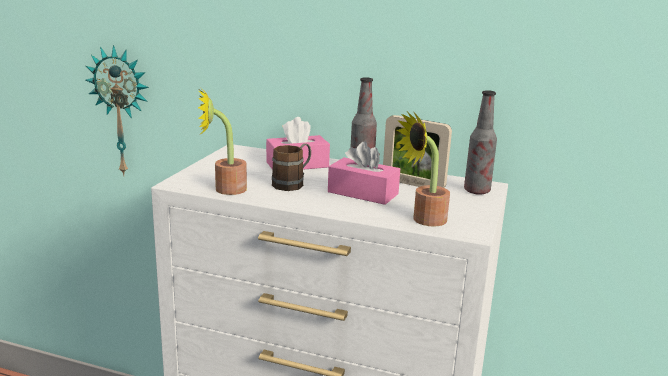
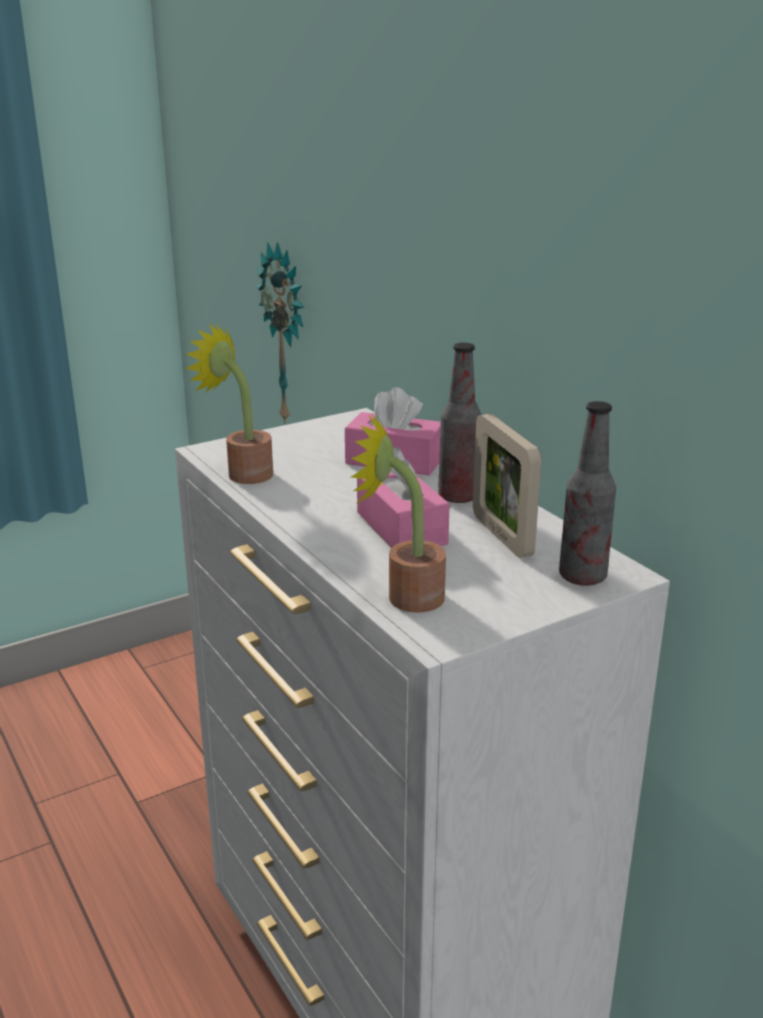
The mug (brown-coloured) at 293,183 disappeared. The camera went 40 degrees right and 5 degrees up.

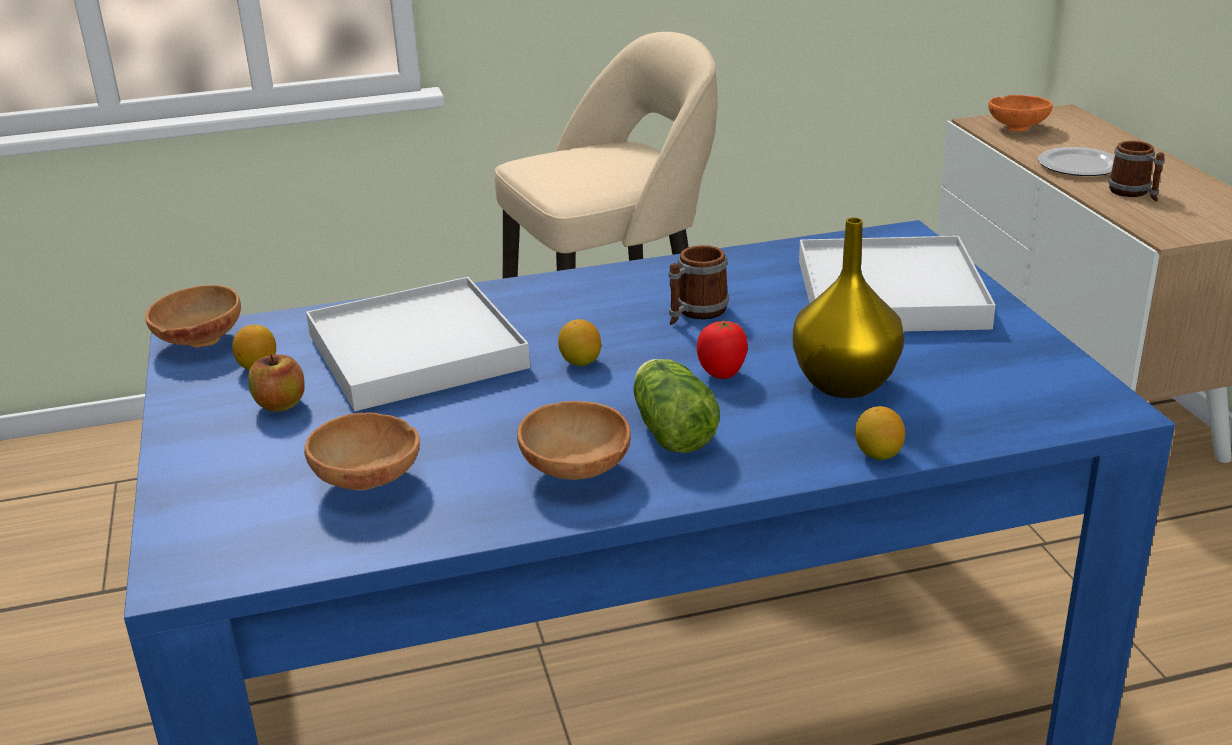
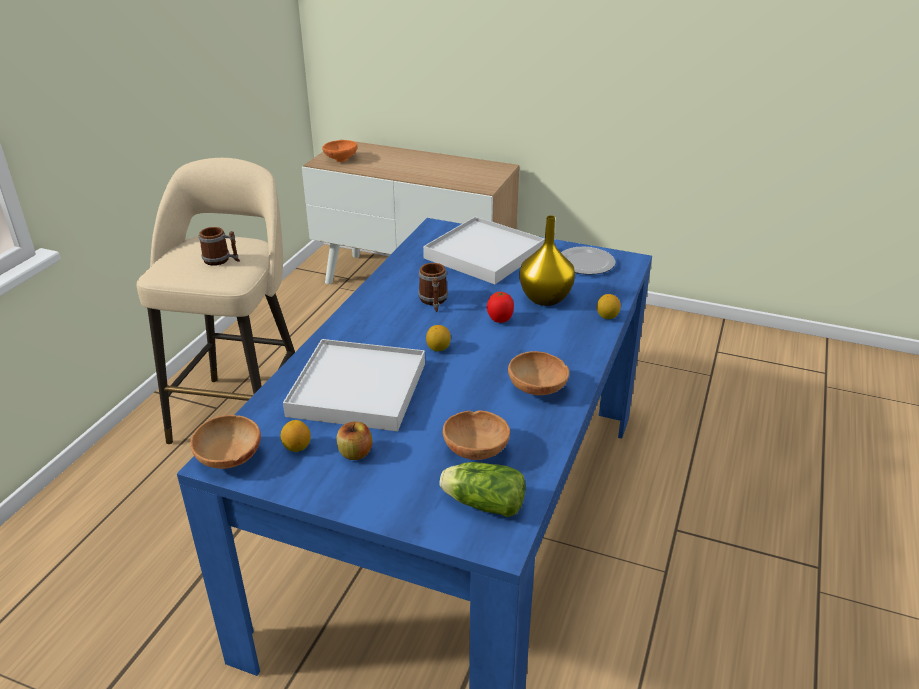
The mug moved from 1134,193 to 221,260. The flat dish moved from 1080,165 to 585,263. The head of lettuce moved from 671,428 to 481,503. The camera went 55 degrees left and 5 degrees up.

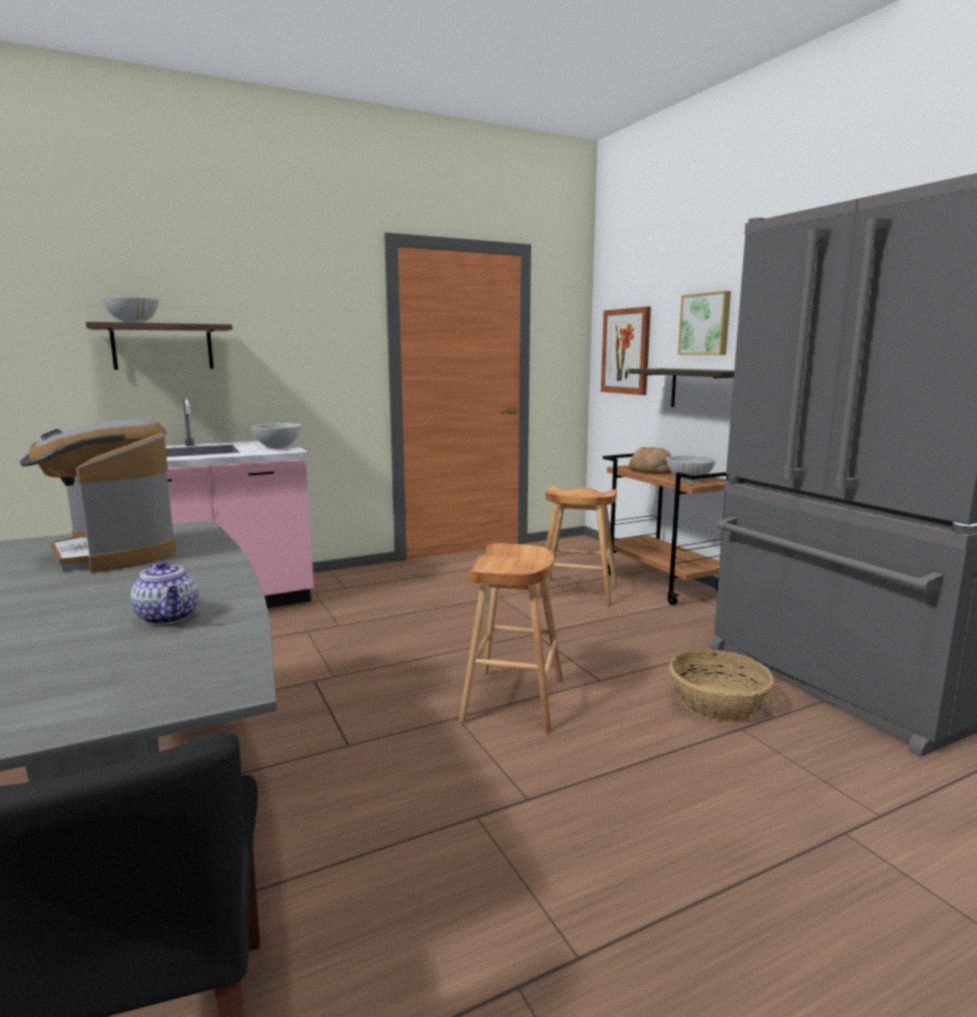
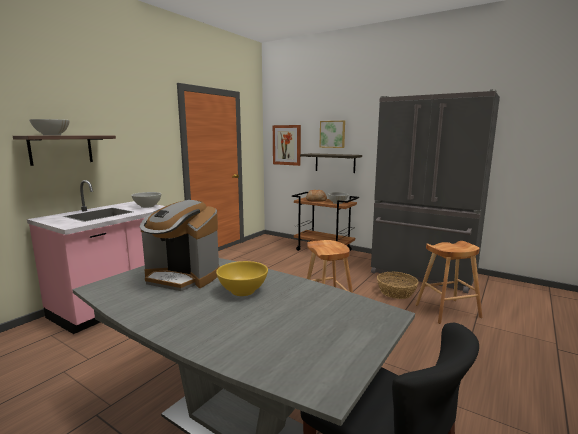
The sitting stool (brown-coloured) moved from 577,591 to 447,311. The teapot at 169,617 disappeared. The bowl (yellow) at 243,291 appeared. The camera went 30 degrees left and 0 degrees up.

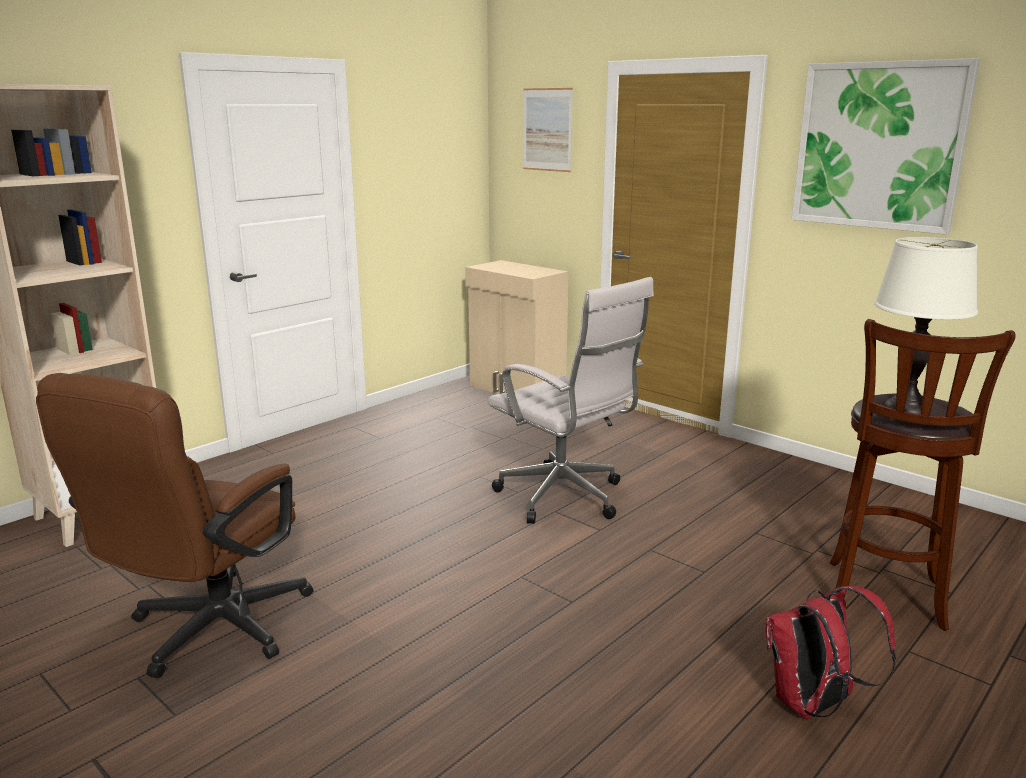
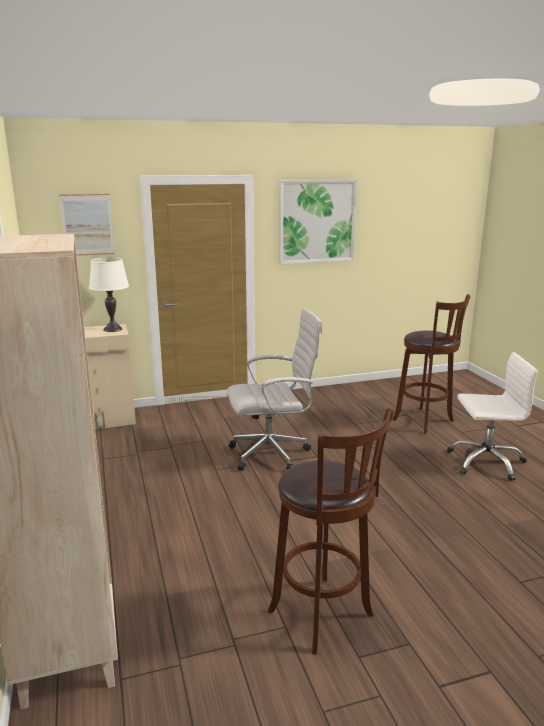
The table lamp (white-coloured) moved from 907,407 to 112,329. The office chair (brown-coloured) at 208,633 was replaced by the sitting stool (brown-coloured) at 324,616. The backpack (red-coloured) at 813,706 was replaced by the office chair (white-coloured) at 486,461. The camera went 60 degrees left and 0 degrees up.

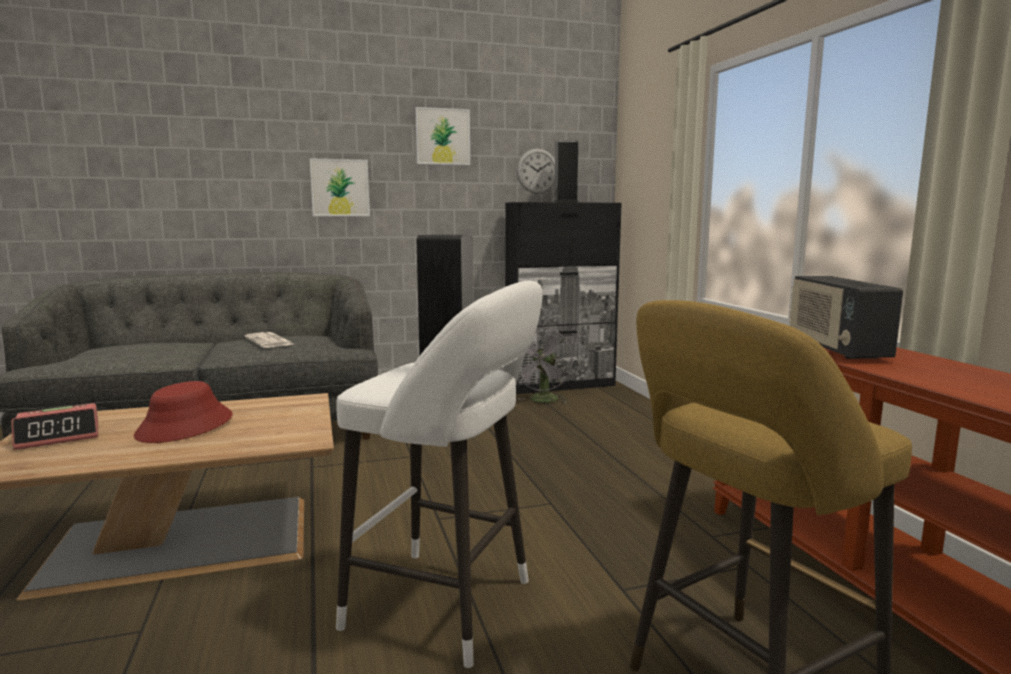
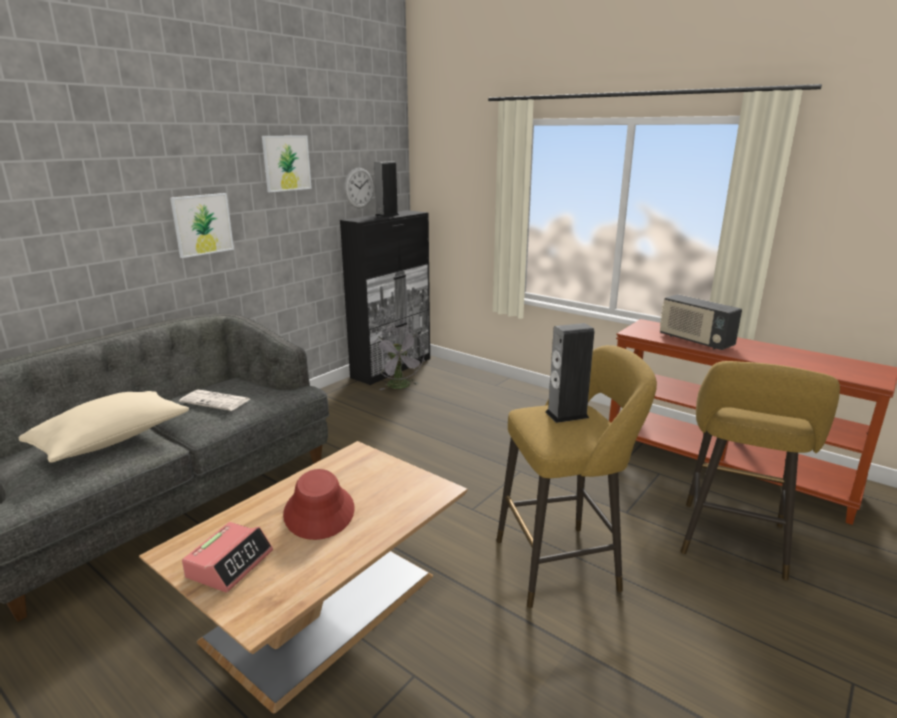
The sitting stool (white-coloured) at 448,606 became the sitting stool (yellow) at 563,563. The throw pillow (beige-coloured) at 112,441 appeared. The camera went 35 degrees left and 10 degrees up.

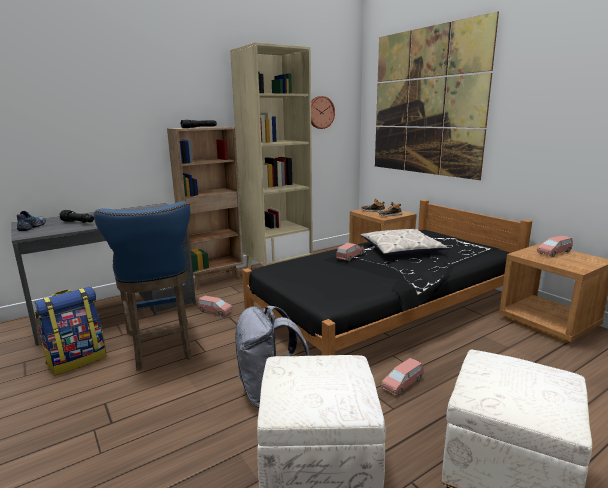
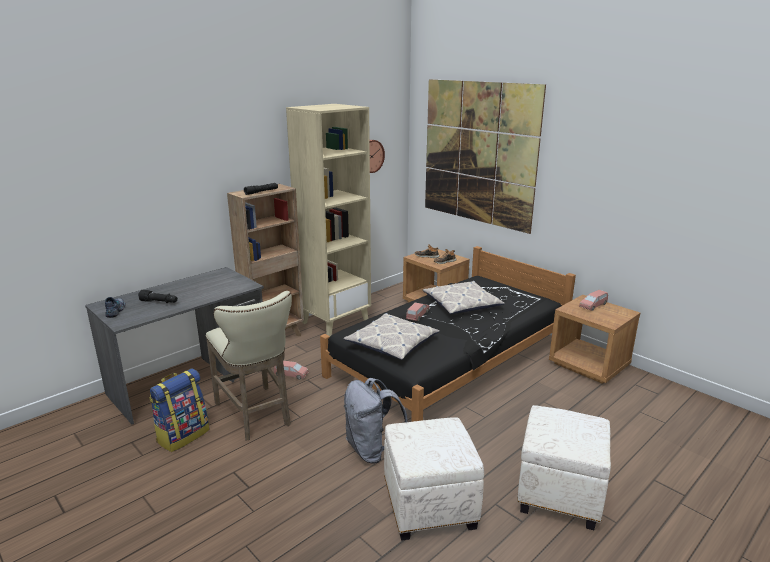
The sitting stool (blue-coloured) at 160,346 became the sitting stool (beige-coloured) at 255,415. The toy car (pink) at 402,384 disappeared. The throw pillow at 392,343 appeared. The camera went 10 degrees left and 5 degrees up.

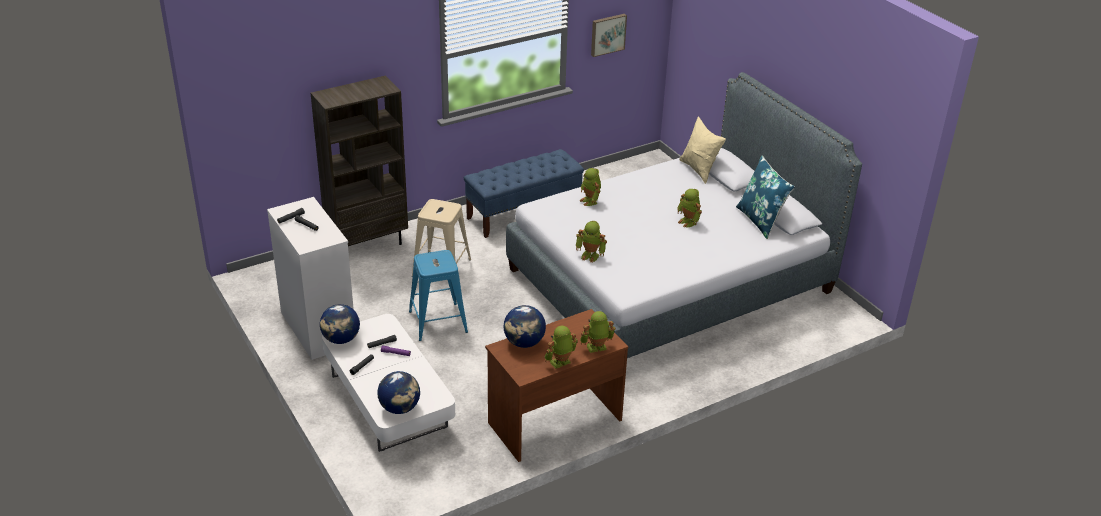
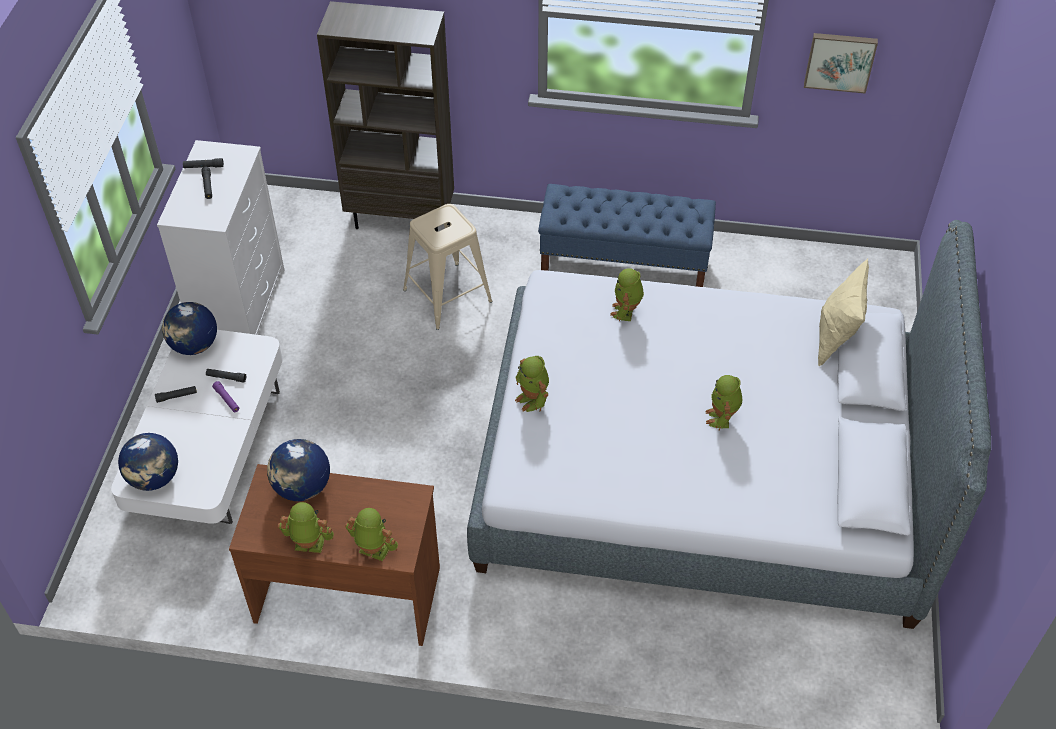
The throw pillow (blue-coloured) at 760,220 disappeared. The sitting stool (blue-coloured) at 438,322 disappeared. The camera went 40 degrees right and 15 degrees up.

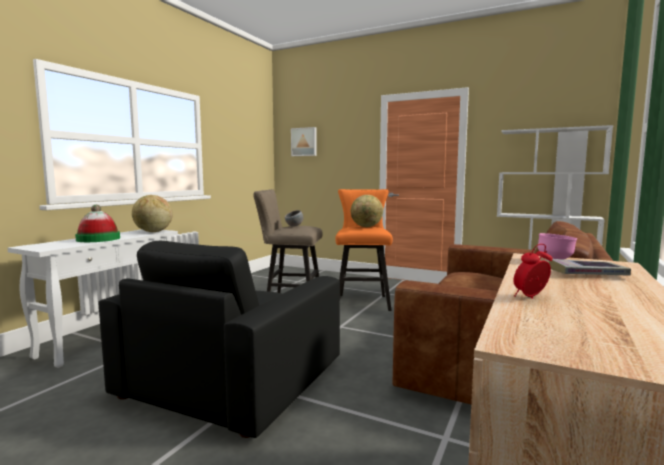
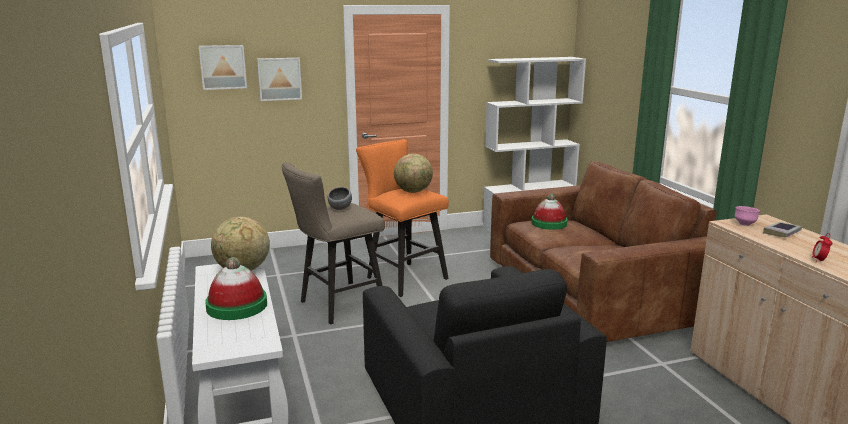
The picture at 279,79 appeared. The wearable hat at 549,223 appeared. The camera went 45 degrees left and 10 degrees up.

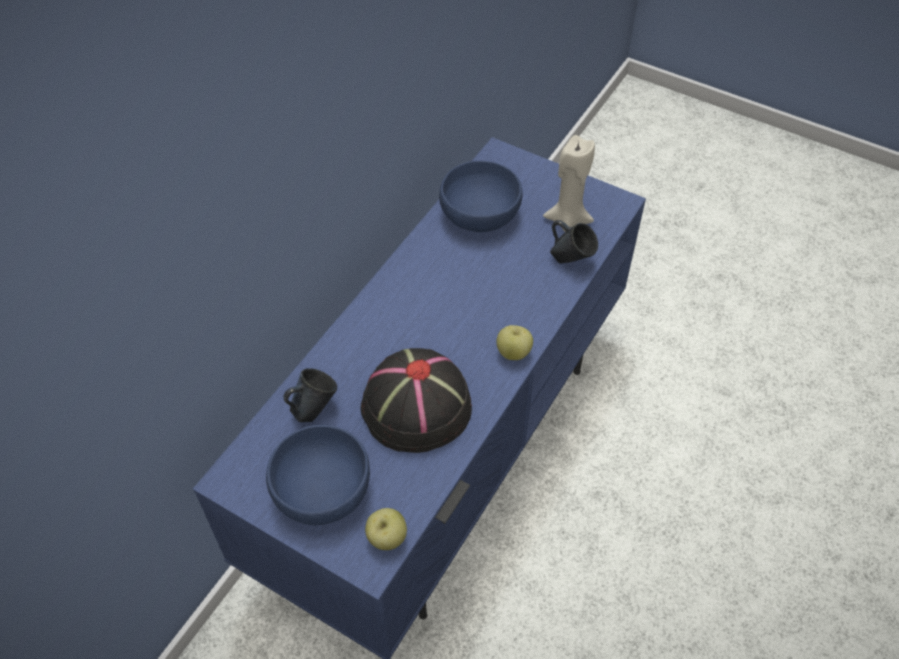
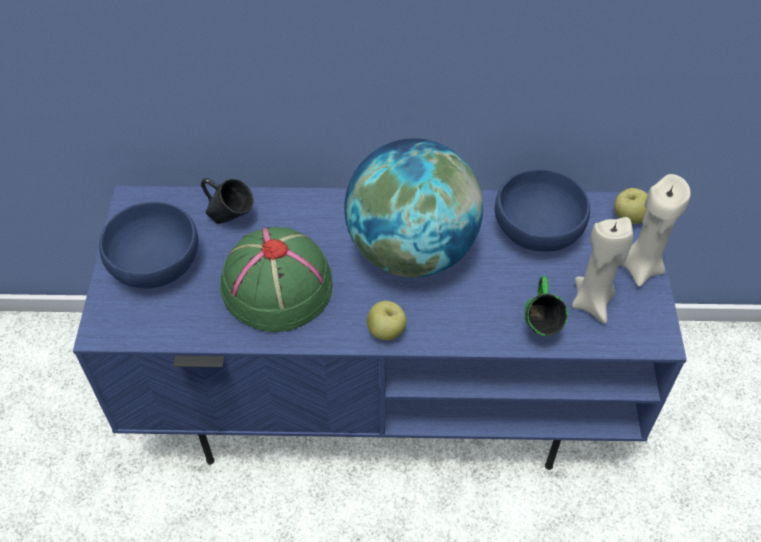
The mug (blue-coloured) at 570,260 became the mug (green-coloured) at 539,328. The wearable hat (black) at 416,407 became the wearable hat (green-coloured) at 276,286. The whole apple moved from 387,538 to 628,217. The world globe at 412,251 appeared. The wax light (beige-coloured) at 640,267 appeared. The camera went 60 degrees right and 0 degrees up.

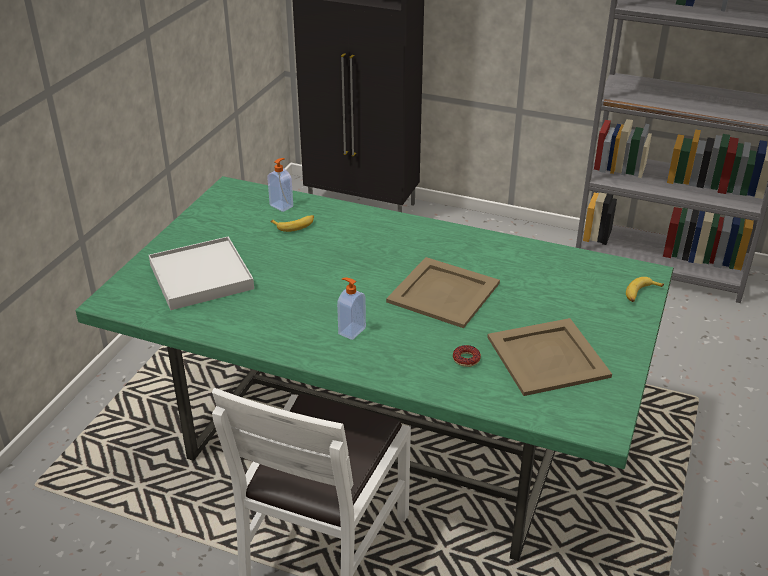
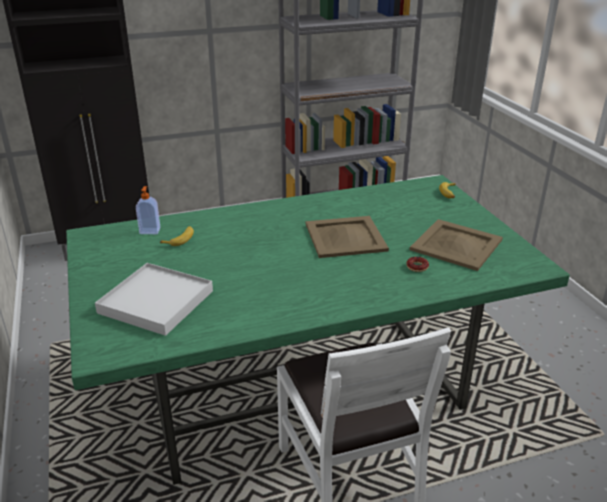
The soap bottle at 351,331 disappeared. The camera went 40 degrees left and 5 degrees down.

